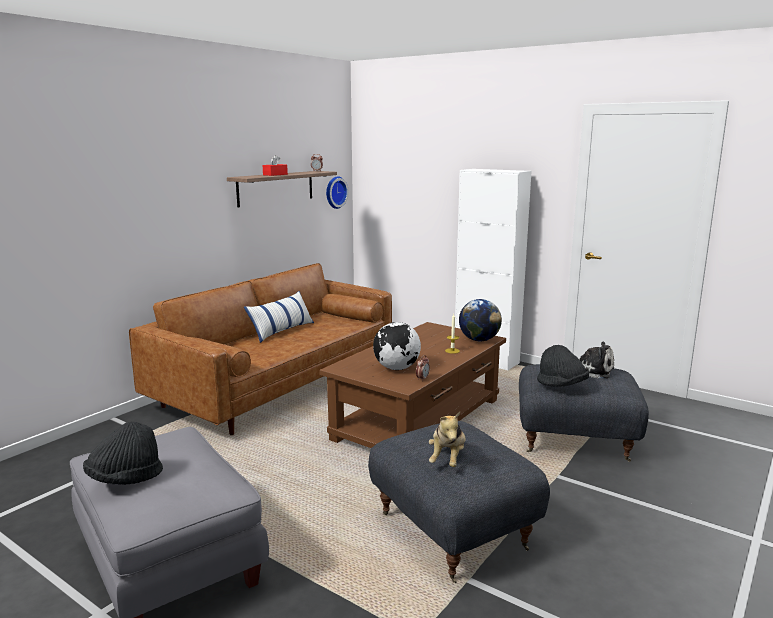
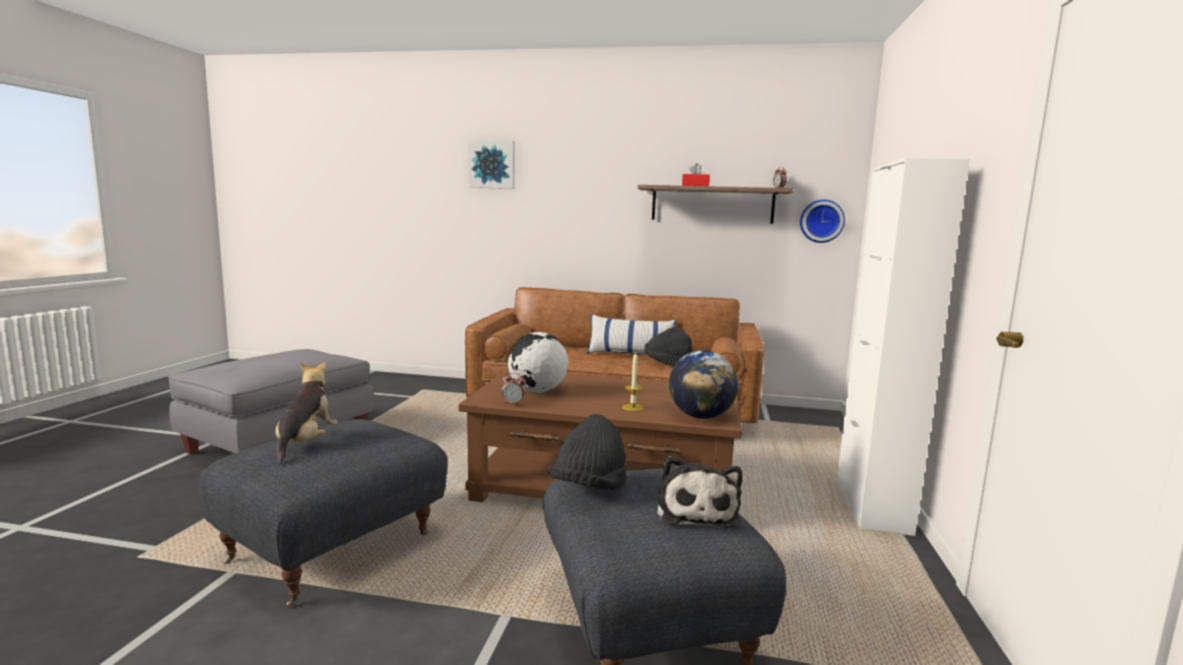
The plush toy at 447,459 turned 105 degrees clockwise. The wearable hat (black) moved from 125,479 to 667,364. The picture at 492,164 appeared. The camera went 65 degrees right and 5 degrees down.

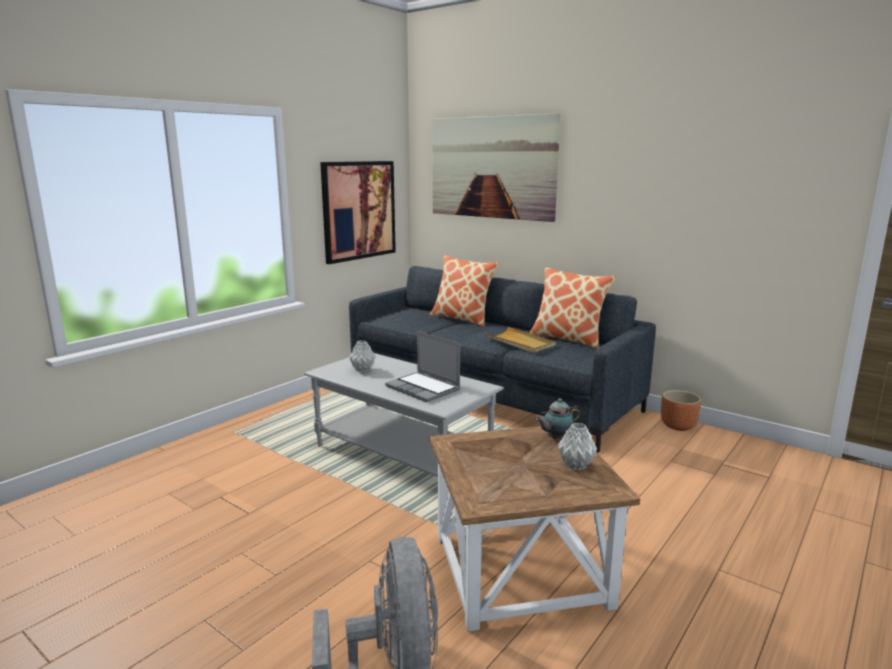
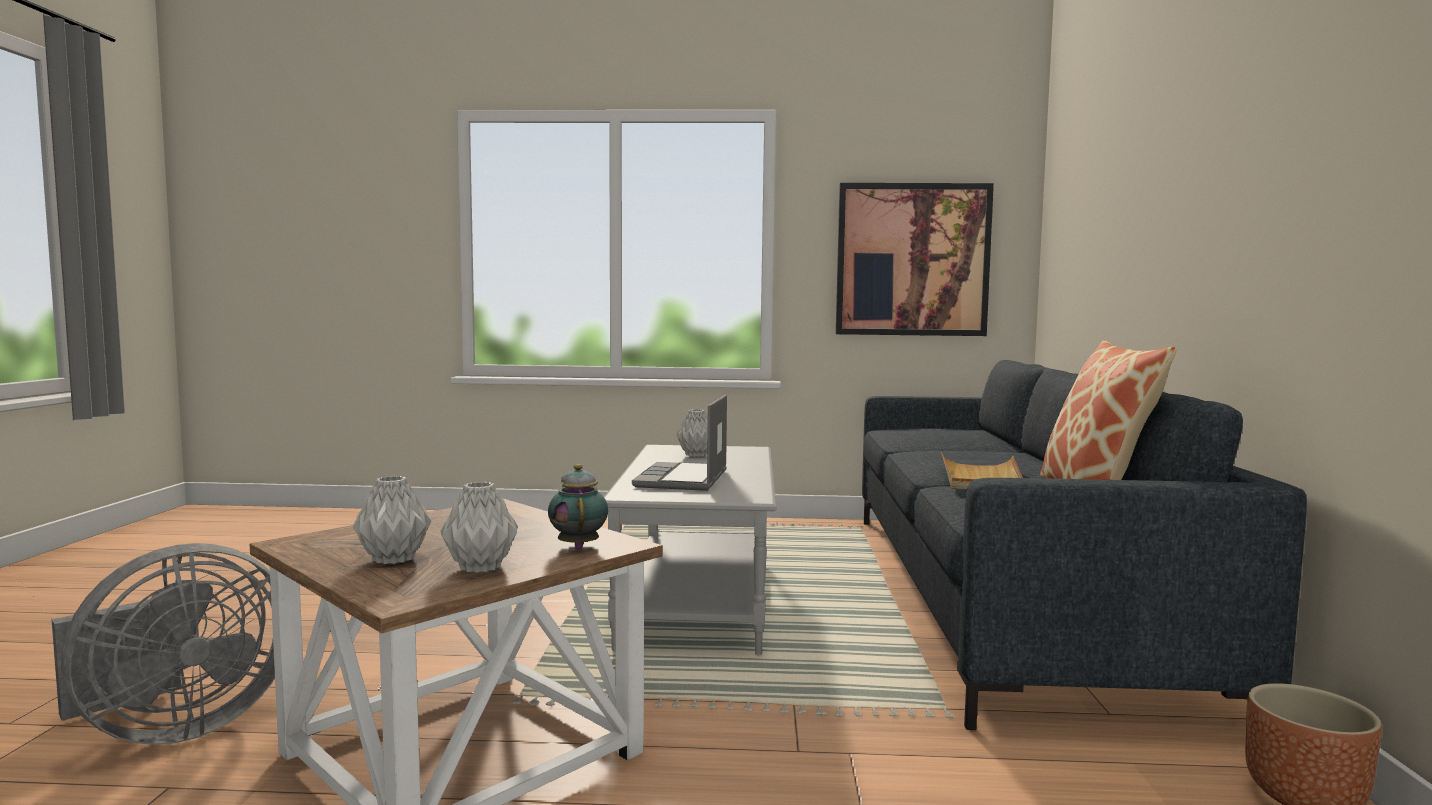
The picture at 492,167 disappeared. The throw pillow at 463,318 disappeared. The teapot at 556,439 turned 45 degrees clockwise. The vase (gray) at 395,559 appeared. The camera went 55 degrees right and 10 degrees down.

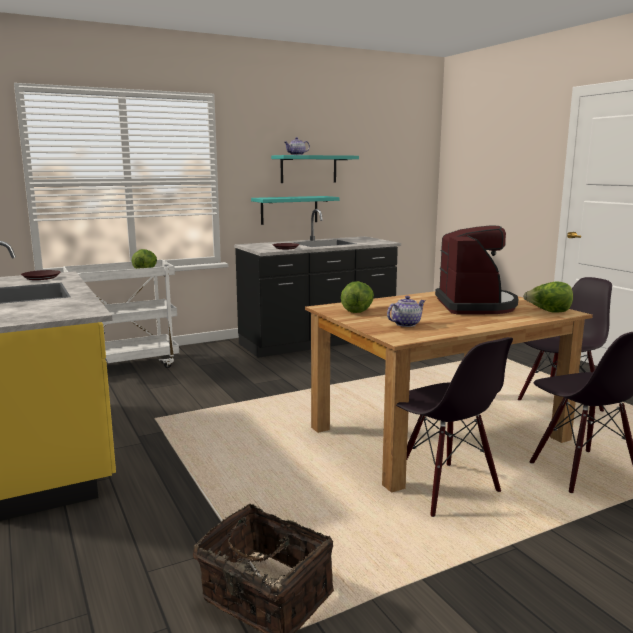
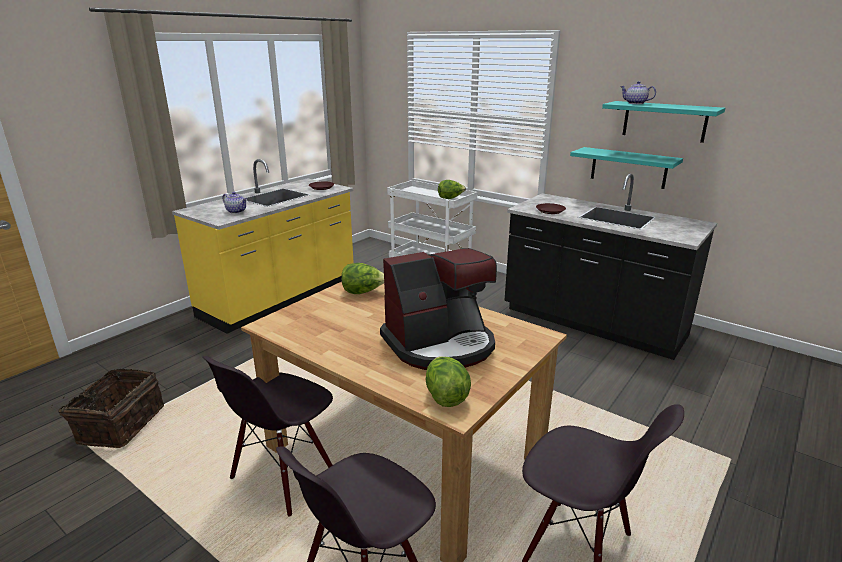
The teapot moved from 405,324 to 237,211. The camera went 65 degrees right and 10 degrees up.

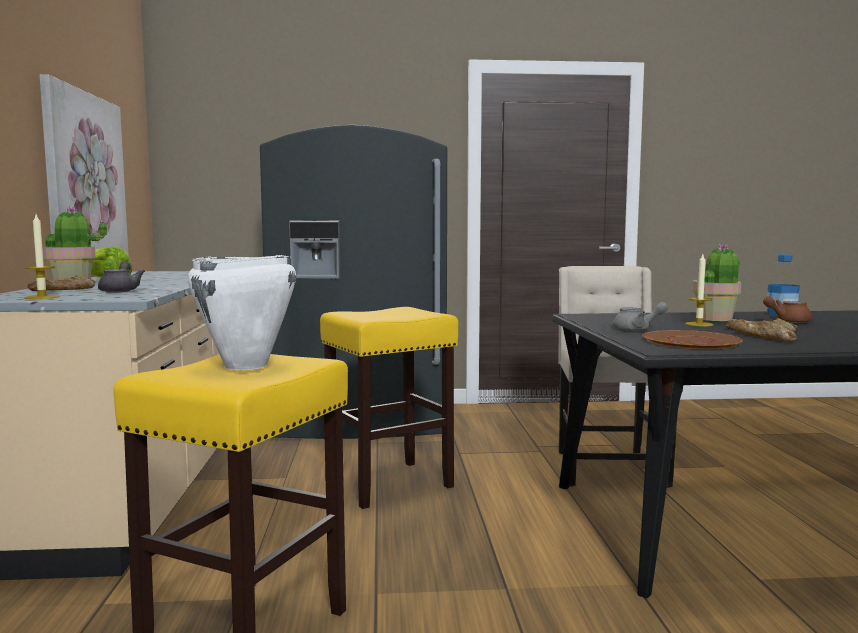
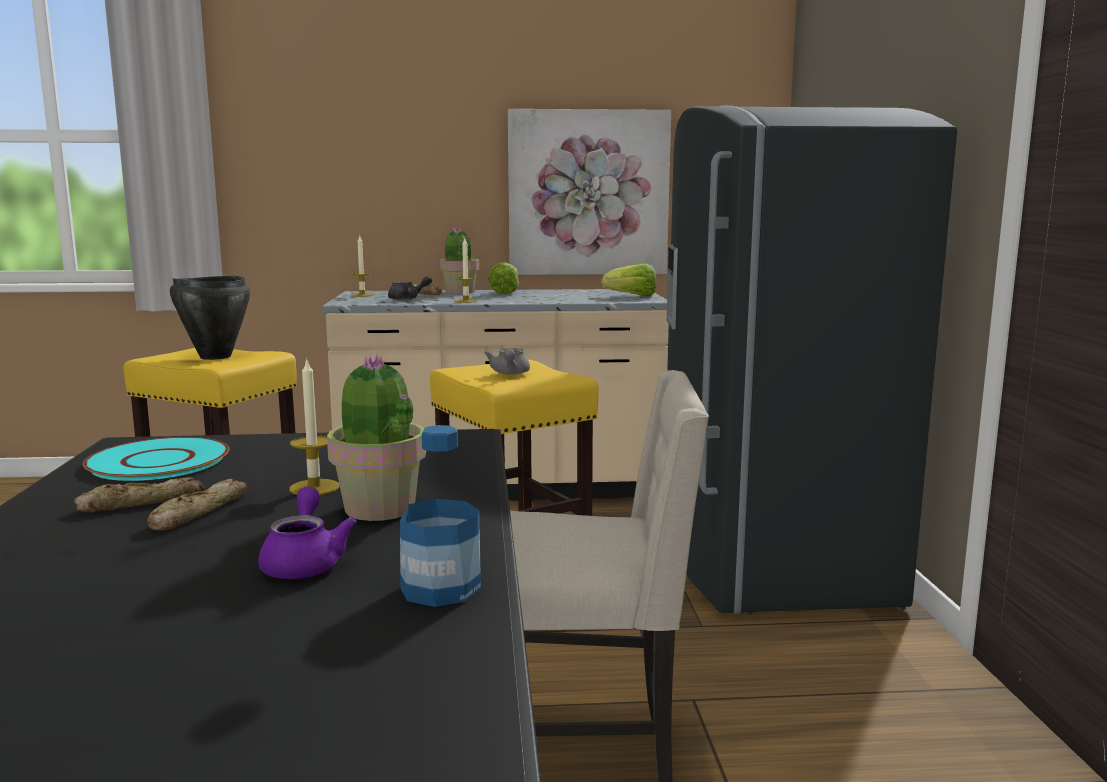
The cooking pot (white-coloured) at 246,366 became the cooking pot (black) at 214,357. The teapot (brown-coloured) at 787,321 became the teapot (purple) at 305,562. The teapot (gray) moved from 637,329 to 509,373. The flat dish (brown-coloured) at 691,342 became the flat dish (blue-green) at 158,462. The wax light at 466,301 appeared. The head of lettuce at 632,296 appeared. The camera went 90 degrees right and 5 degrees up.

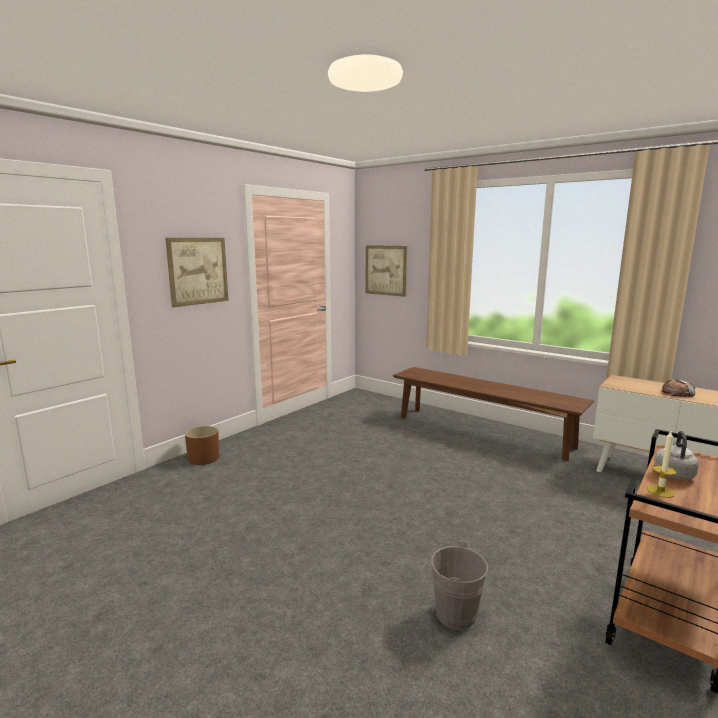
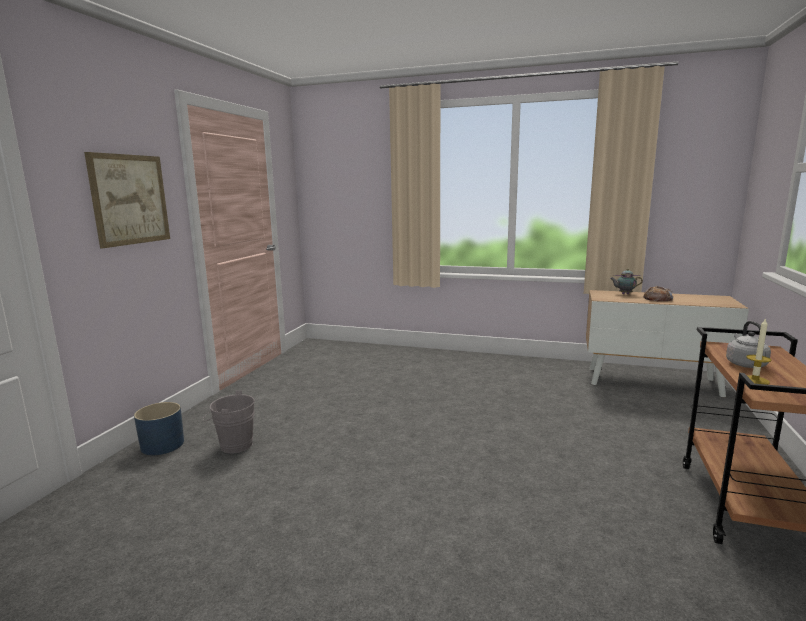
The picture at 386,270 disappeared. The long seat (brown-coloured) at 482,432 disappeared. The flower pot (brown-coloured) at 203,458 became the flower pot (blue-coloured) at 162,445. The bucket (gray) moved from 451,613 to 233,445. The teapot at 624,294 appeared. The camera went 20 degrees left and 0 degrees up.

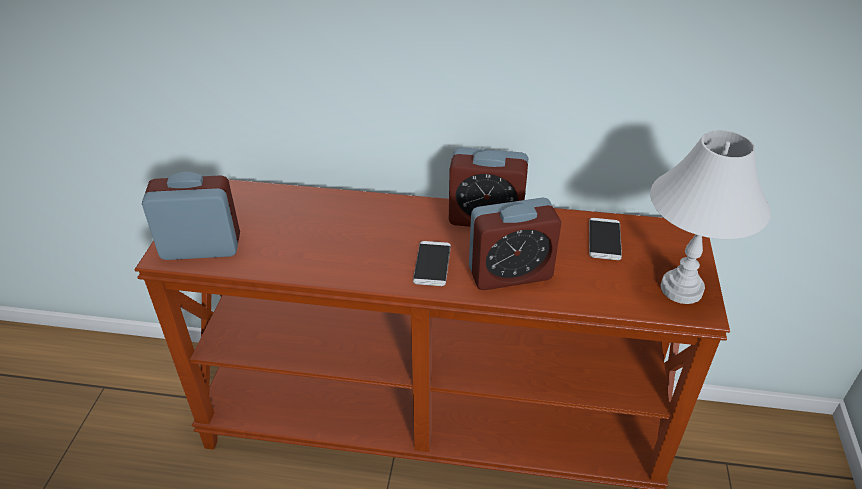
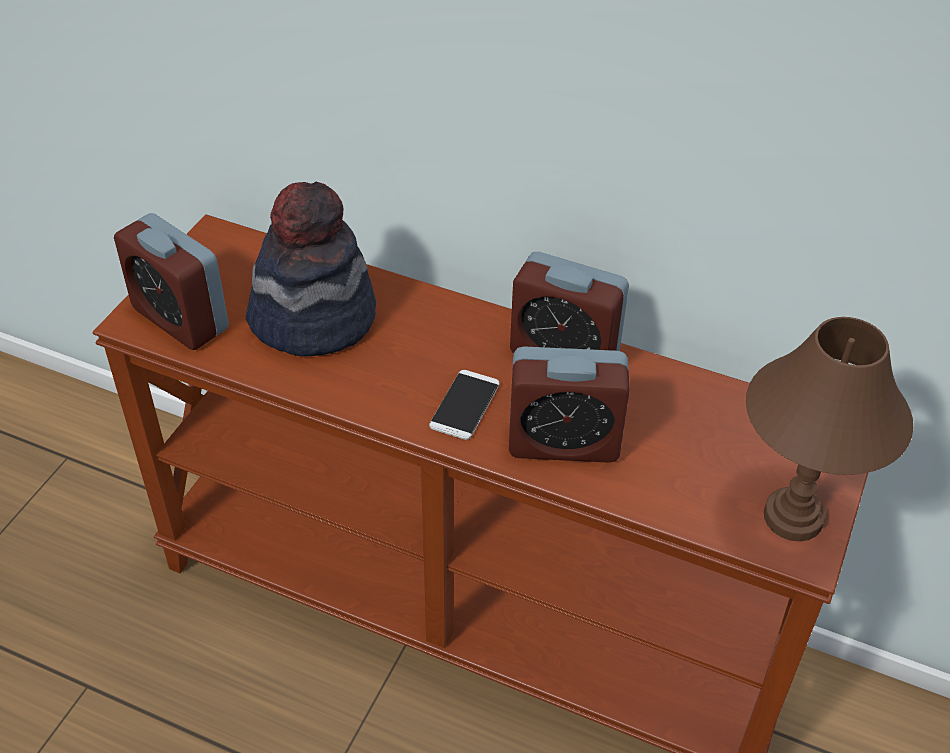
The table lamp (white-coloured) at 681,289 became the table lamp (brown-coloured) at 792,518. The alarm clock at 201,247 turned 150 degrees counterclockwise. The handset at 604,239 disappeared. The wearable hat at 313,318 appeared. The camera went 15 degrees right and 5 degrees up.

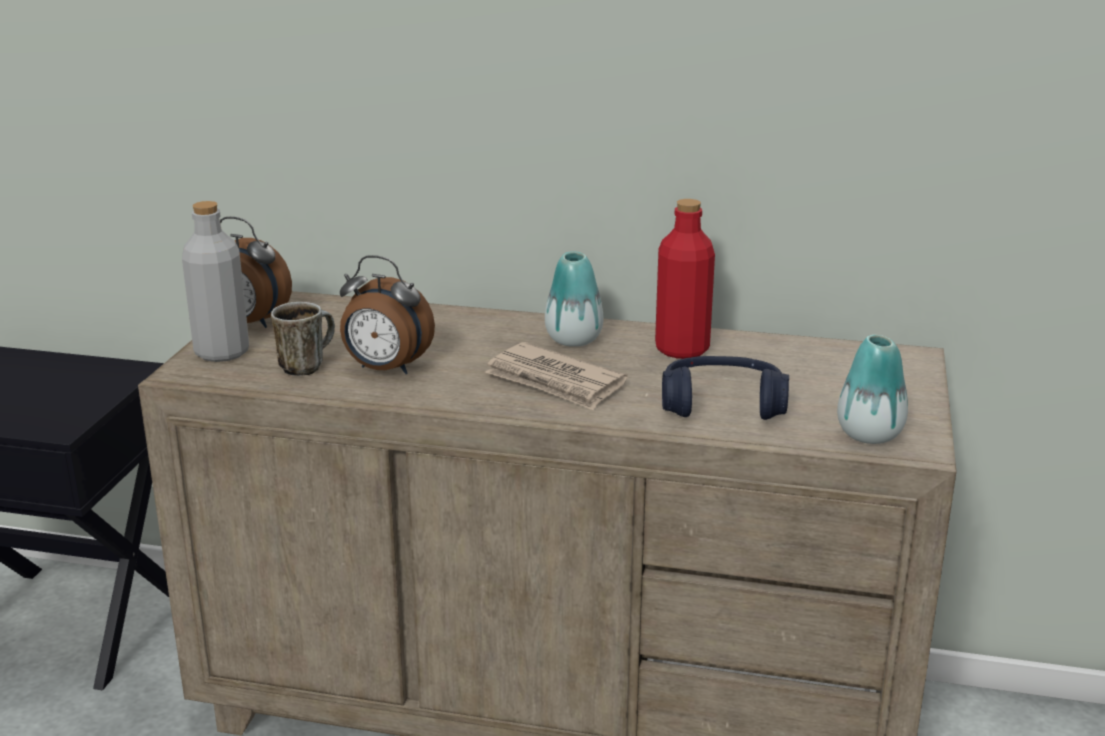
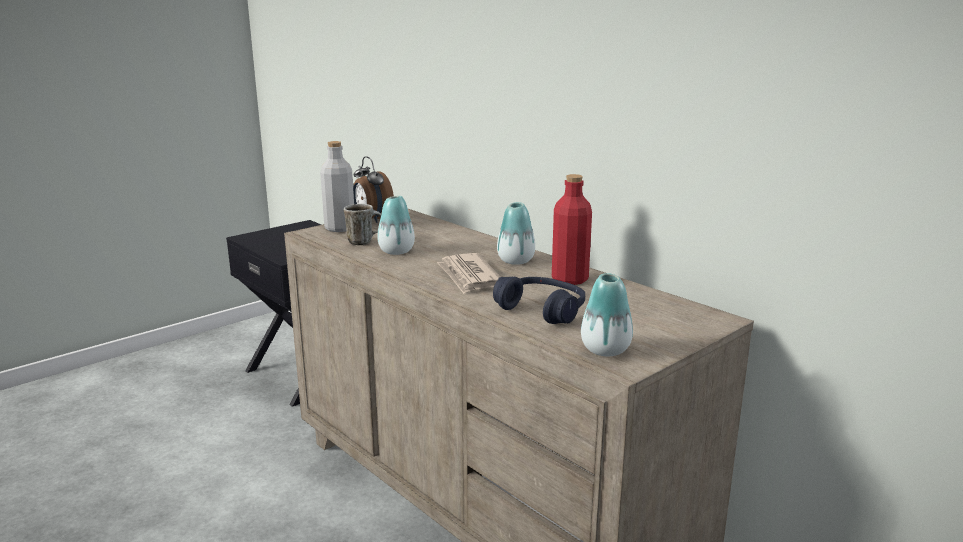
The alarm clock at 385,369 was replaced by the vase at 396,251. The camera went 35 degrees right and 5 degrees down.

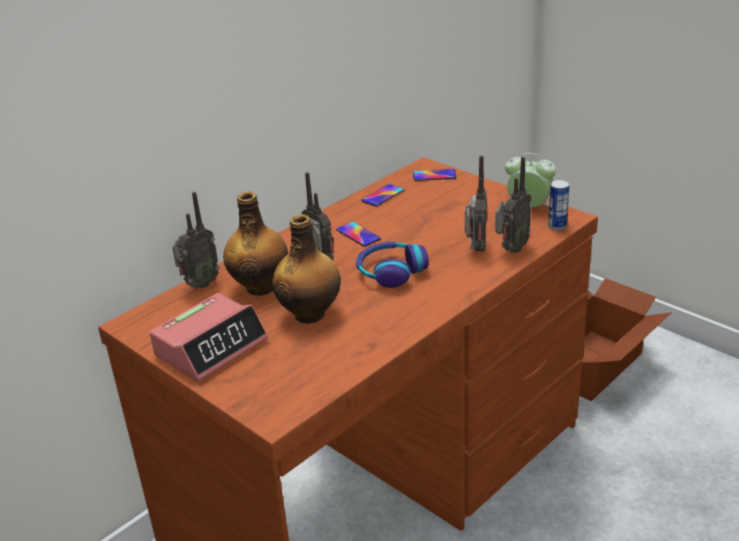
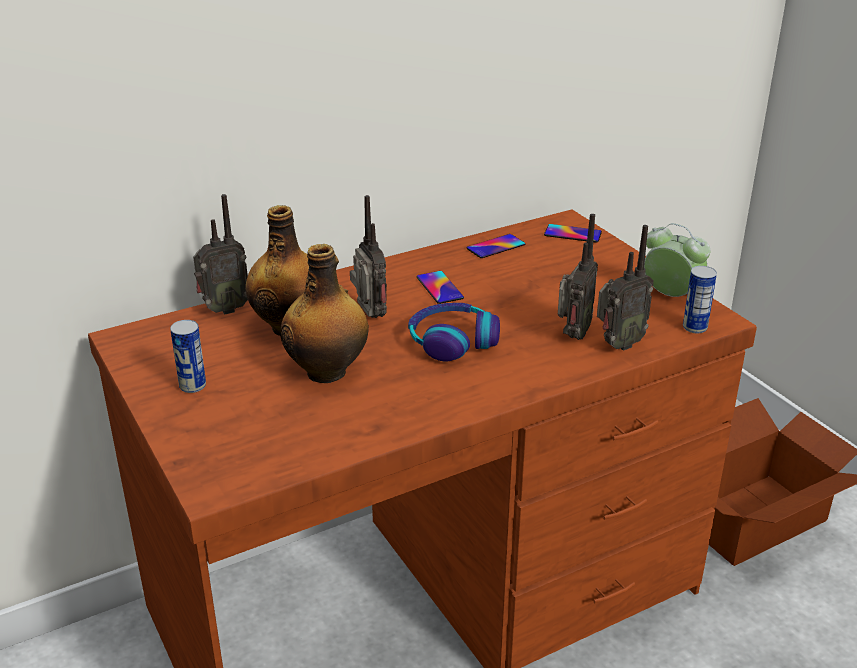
The alarm clock at 211,347 was replaced by the can at 192,386. The camera went 15 degrees right and 0 degrees up.

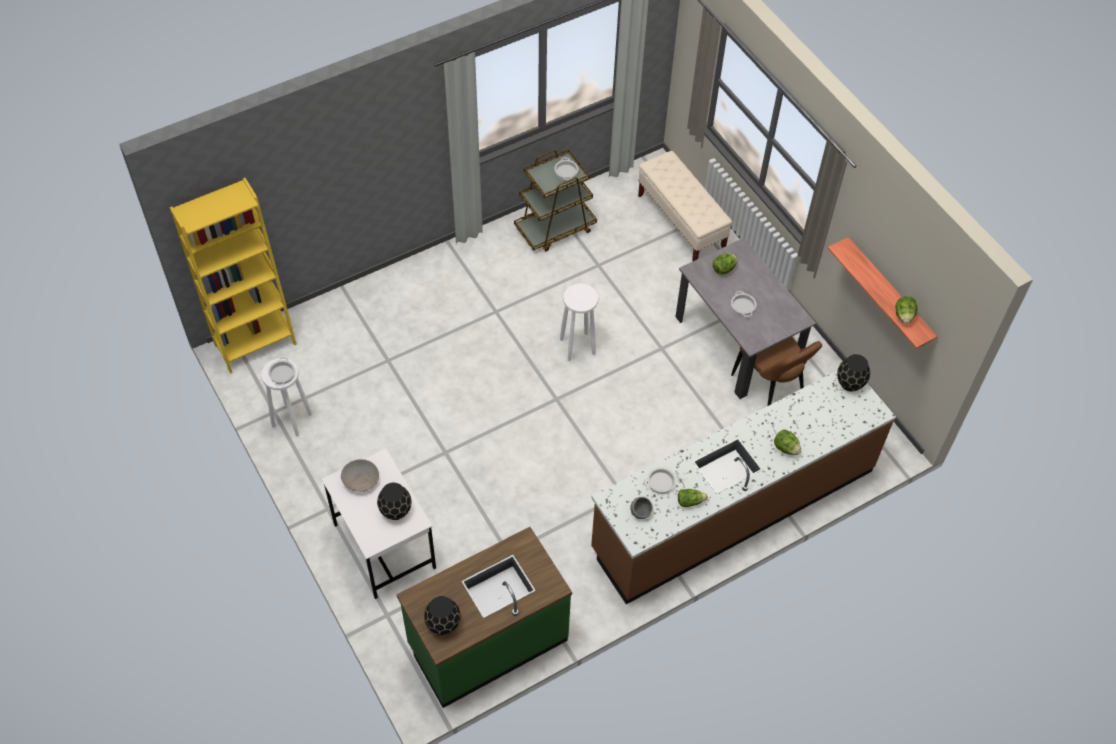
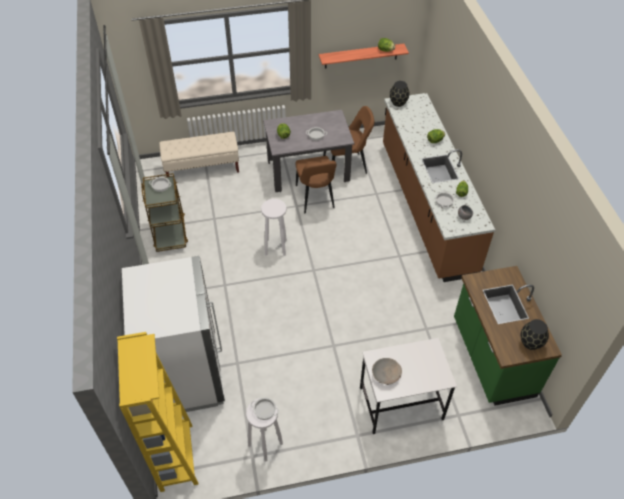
The vase (black) at 395,511 disappeared. The plain chair (brown-coloured) at 315,198 appeared. The kitchen fridge (white-coloured) at 187,376 appeared. The camera went 70 degrees left and 5 degrees down.

